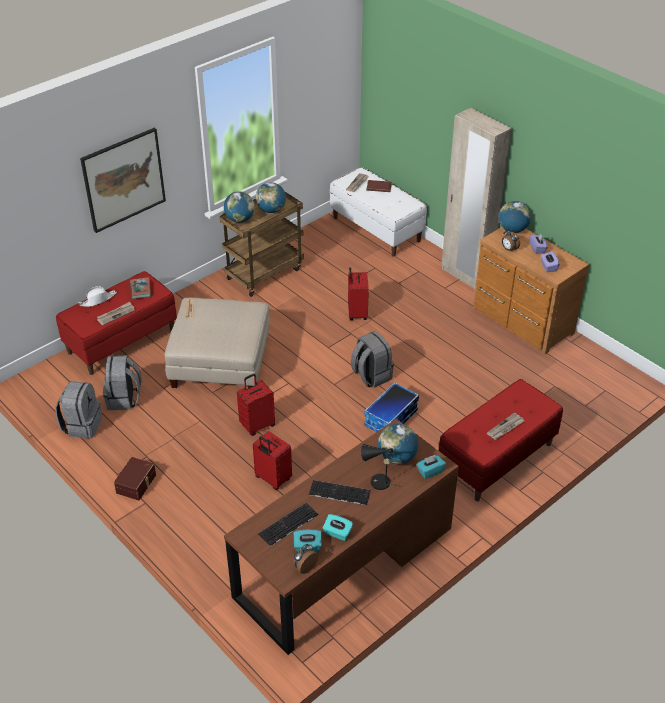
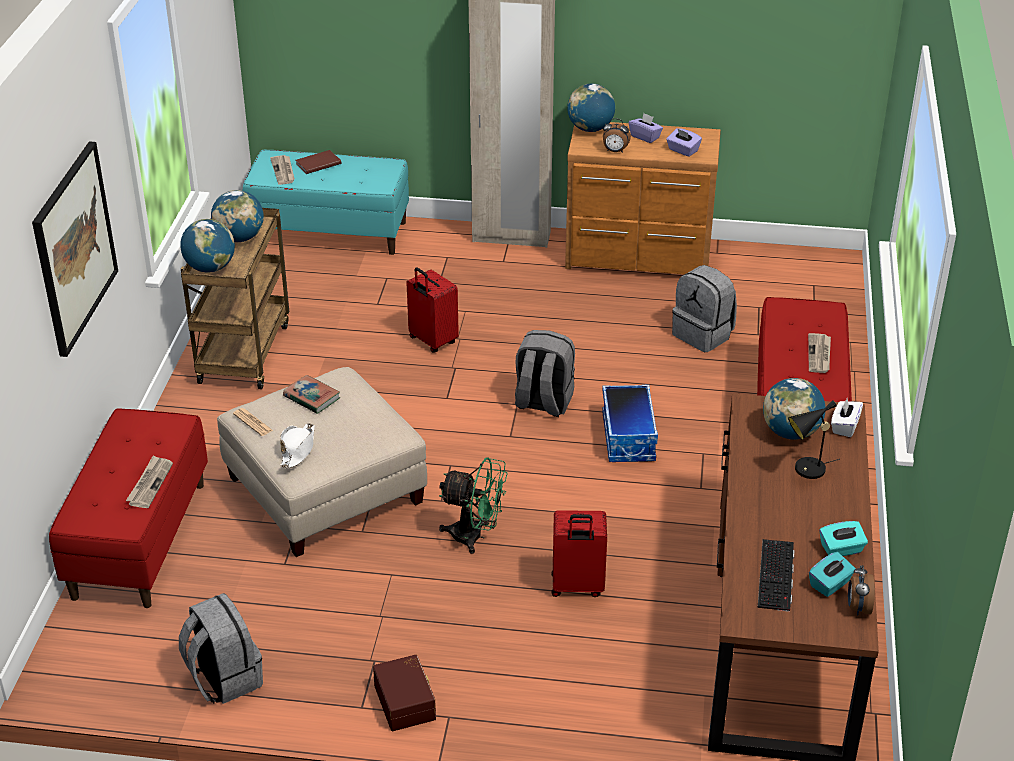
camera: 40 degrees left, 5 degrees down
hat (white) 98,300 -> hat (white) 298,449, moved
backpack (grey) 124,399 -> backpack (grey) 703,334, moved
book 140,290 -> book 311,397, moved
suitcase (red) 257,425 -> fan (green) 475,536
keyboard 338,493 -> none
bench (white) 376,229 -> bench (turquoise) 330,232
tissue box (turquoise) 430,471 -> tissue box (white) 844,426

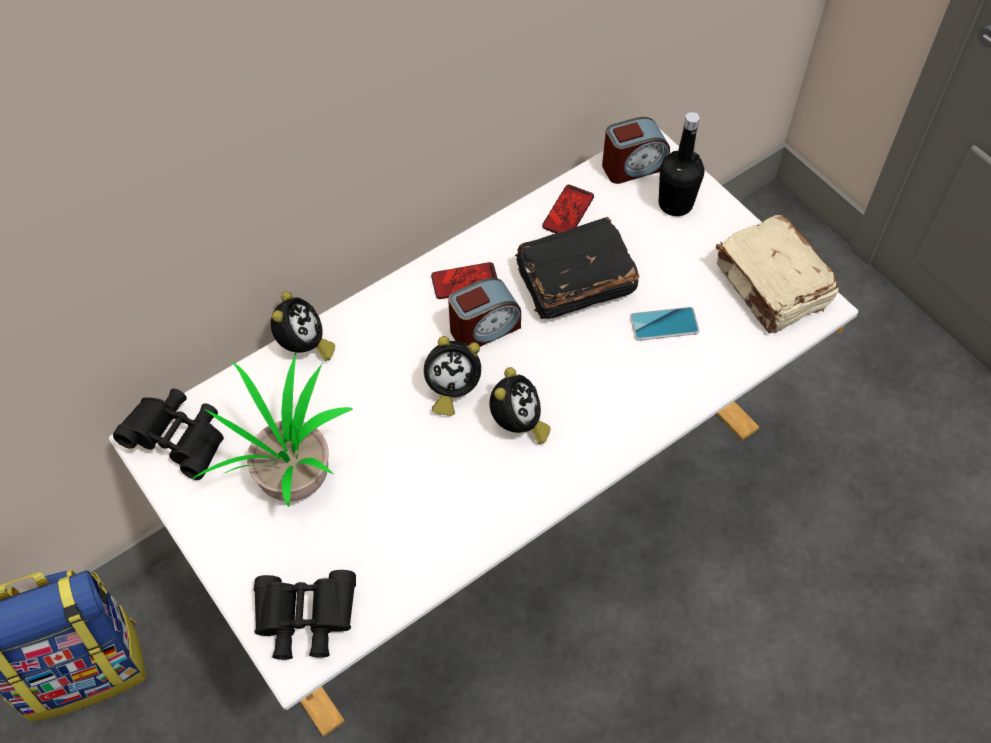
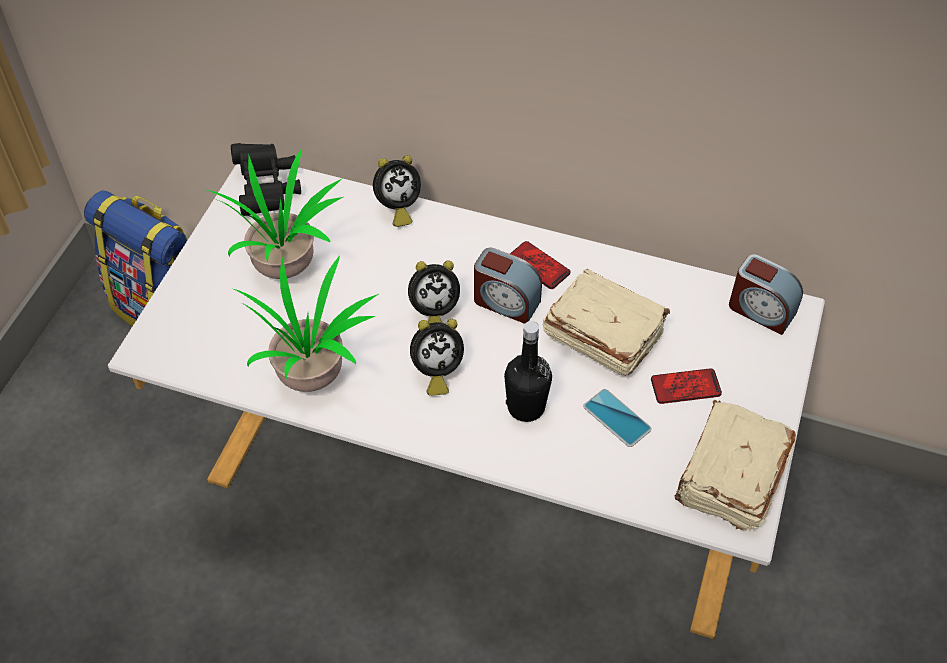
camera: 55 degrees right, 5 degrees down
binoculars (black) 305,620 -> none
alarm clock 451,389 -> alarm clock 433,313, 75 degrees counterclockwise
book (black) 573,282 -> book (beige) 602,334
phone 568,212 -> phone 685,387, moved
bottle (black) 675,204 -> bottle (black) 526,407, moved
none -> potted plant 312,372

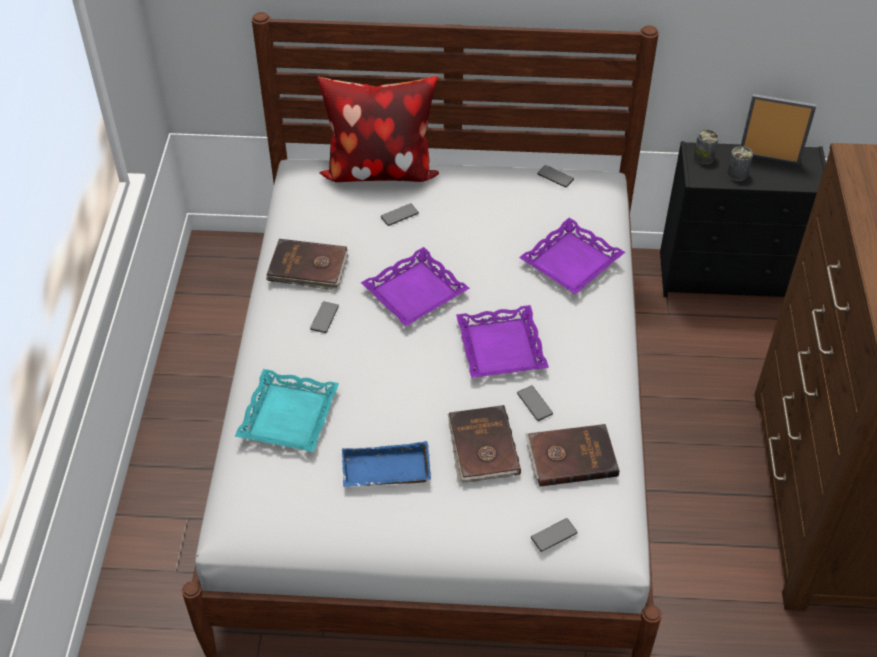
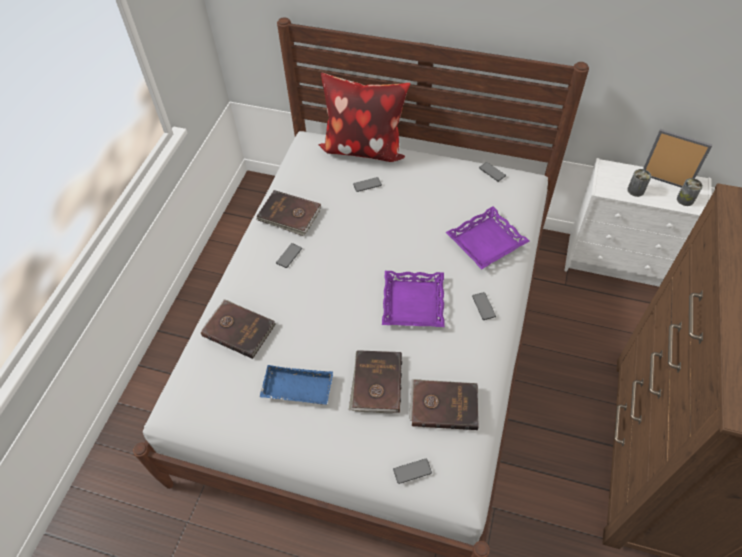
camera: 15 degrees right, 5 degrees up
tray (turquoise) 288,416 -> book (brown) 239,329
tray (purple) 414,292 -> none
phone 534,403 -> phone 483,306, moved
dresser (black) 729,276 -> dresser (white) 618,263
can 703,157 -> can 685,199, moved

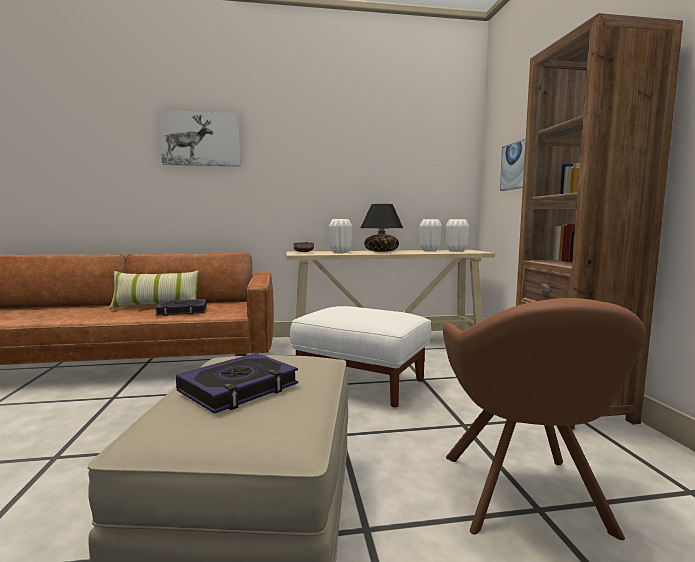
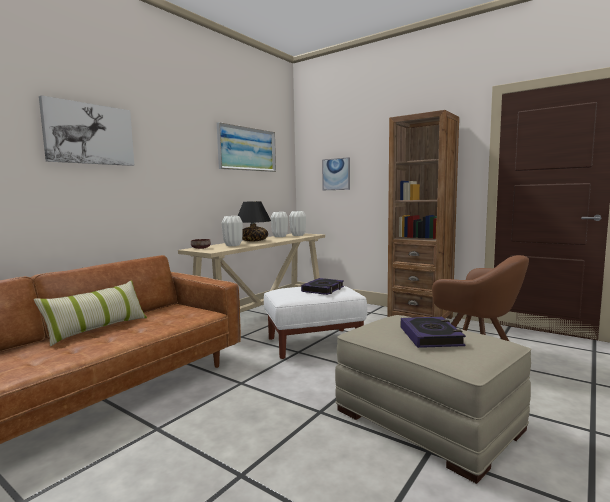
camera: 45 degrees left, 0 degrees up
book 182,311 -> book 323,289, moved
none -> picture 247,149

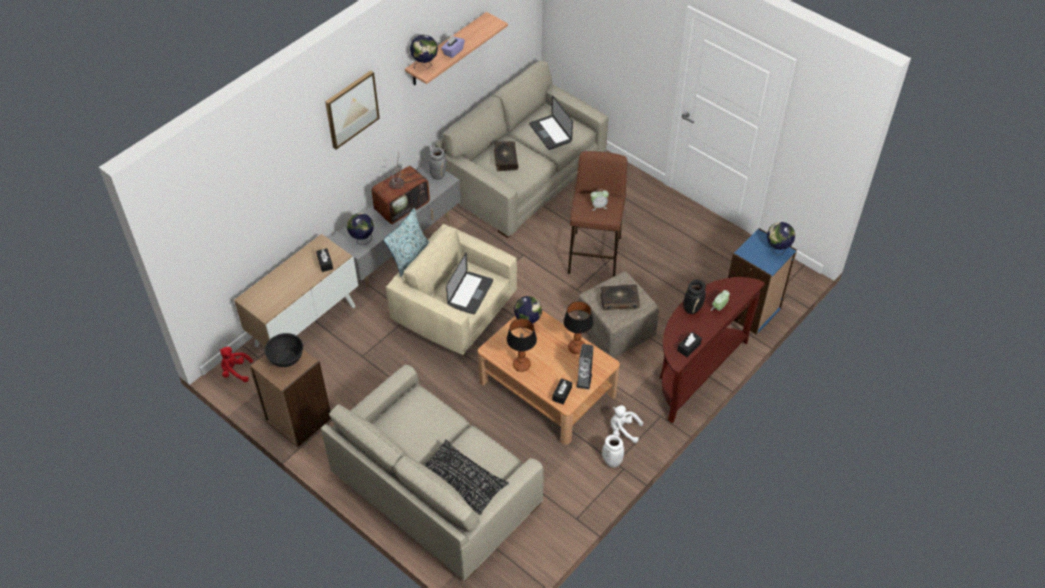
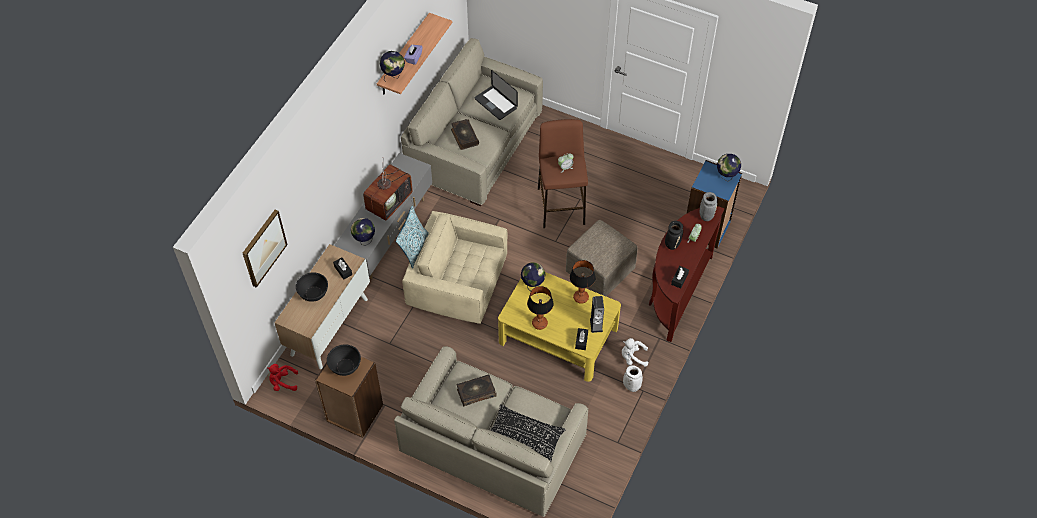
camera: 15 degrees left, 5 degrees up
picture 351,109 -> picture 263,247, moved
vase (grey) 438,175 -> vase (grey) 705,216, moved
laptop 470,293 -> none
coffee table (brown) 547,388 -> coffee table (yellow) 558,335
book 619,300 -> book 476,392, moved
none -> bowl (black) 313,293

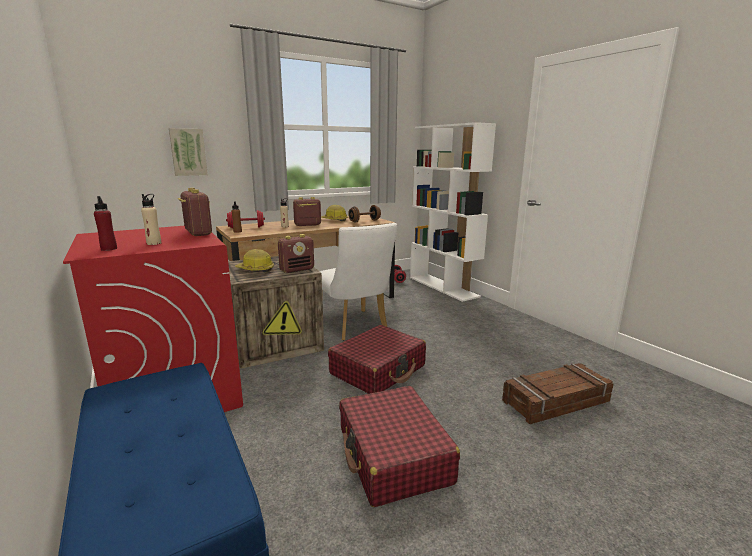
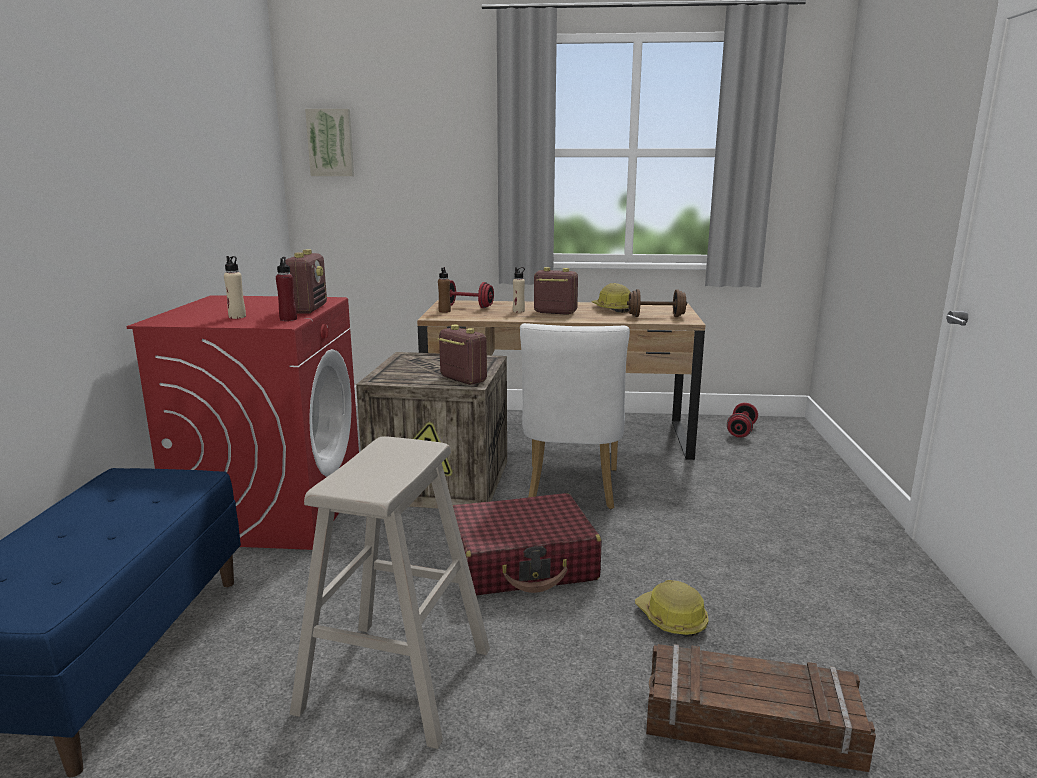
camera: 35 degrees right, 0 degrees up
bottle (red) 109,249 -> bottle (red) 288,319, moved
picture 188,152 -> picture 331,143, moved
hard hat 255,269 -> hard hat 671,619, moved
radio 297,269 -> radio 462,379, 135 degrees counterclockwise
suitcase (red) 393,456 -> stool (beige) 396,680
bookcase (white) 443,287 -> none

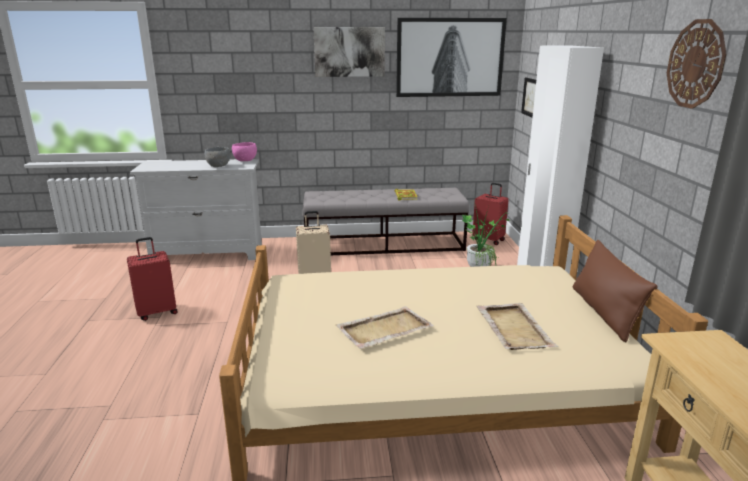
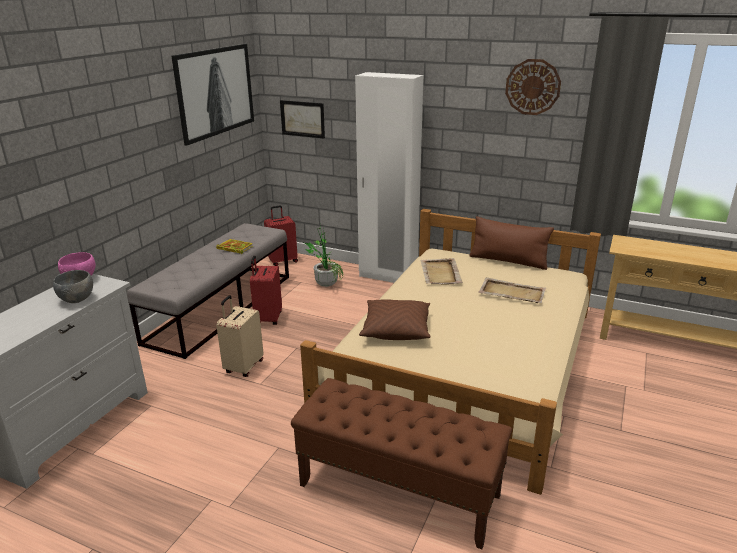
camera: 60 degrees left, 5 degrees up
suitcase (red) 157,312 -> suitcase (red) 267,318, moved
picture 349,52 -> none
tray (beige) 383,330 -> tray (beige) 440,273, moved
none -> bench (brown) 399,490
none -> pillow (brown) 396,329

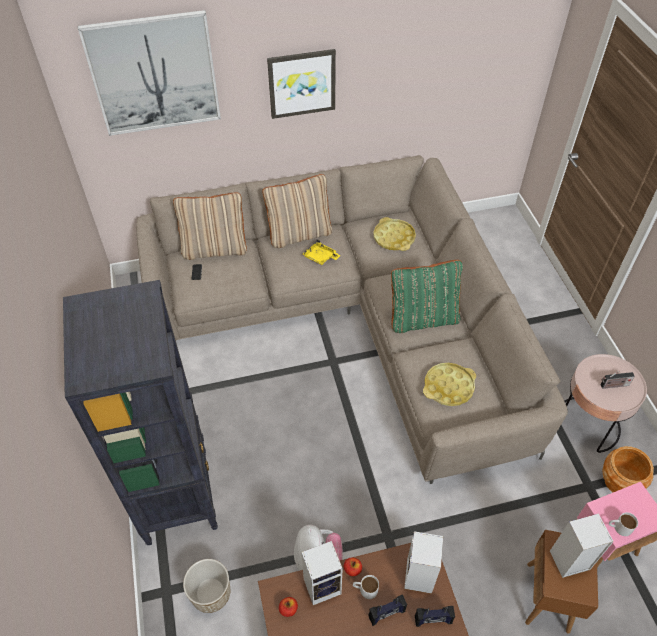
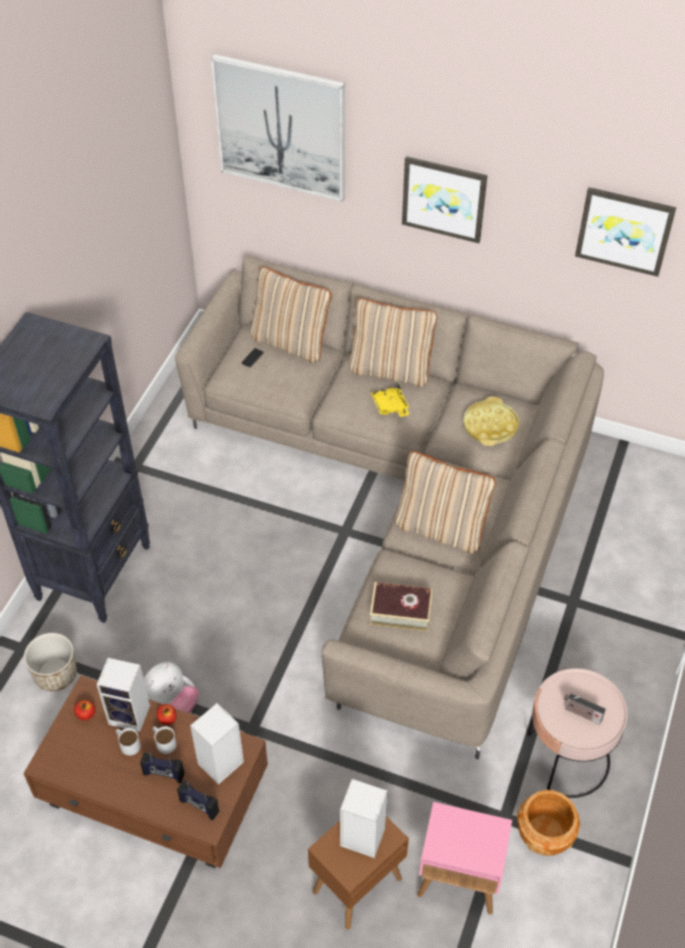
camera: 35 degrees right, 0 degrees up
pillow (green) 423,318 -> pillow (beige) 441,528
tray (yellow) 448,387 -> book 400,611
mug (white) 619,527 -> mug (white) 127,743, moved
none -> picture 624,230

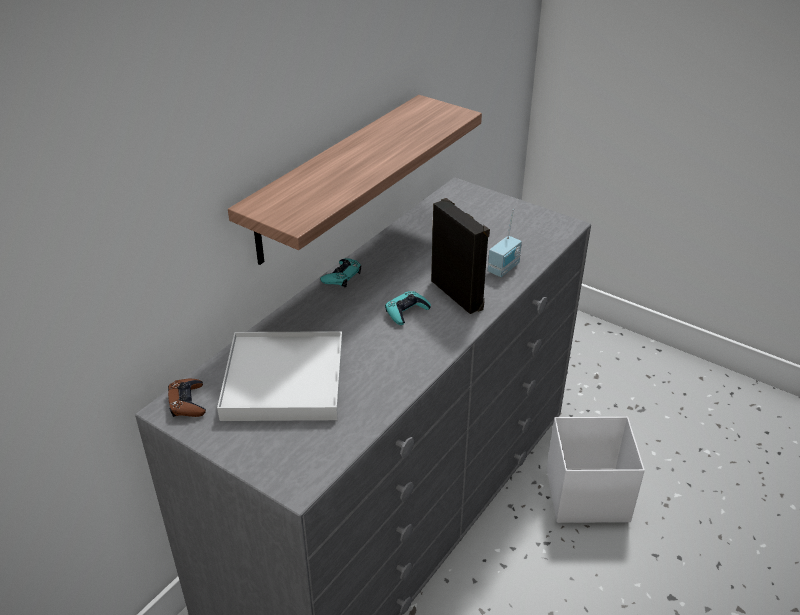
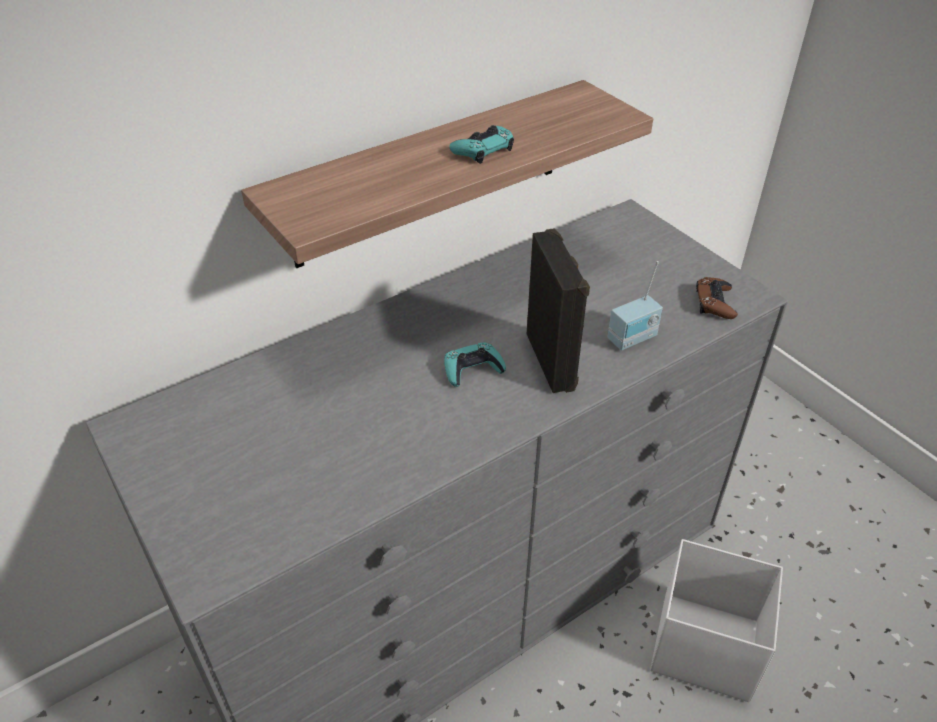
camera: 20 degrees right, 5 degrees up
game controller (brown) 187,402 -> game controller (brown) 714,303, moved
tray (white) 284,380 -> none
game controller (turquoise) 342,276 -> game controller (turquoise) 483,150, moved

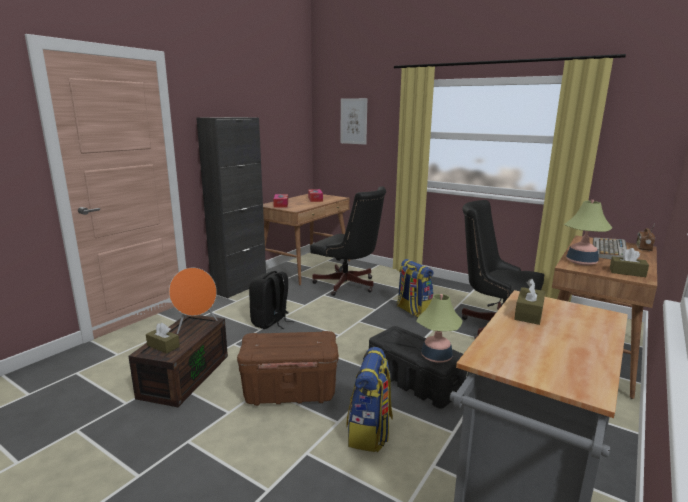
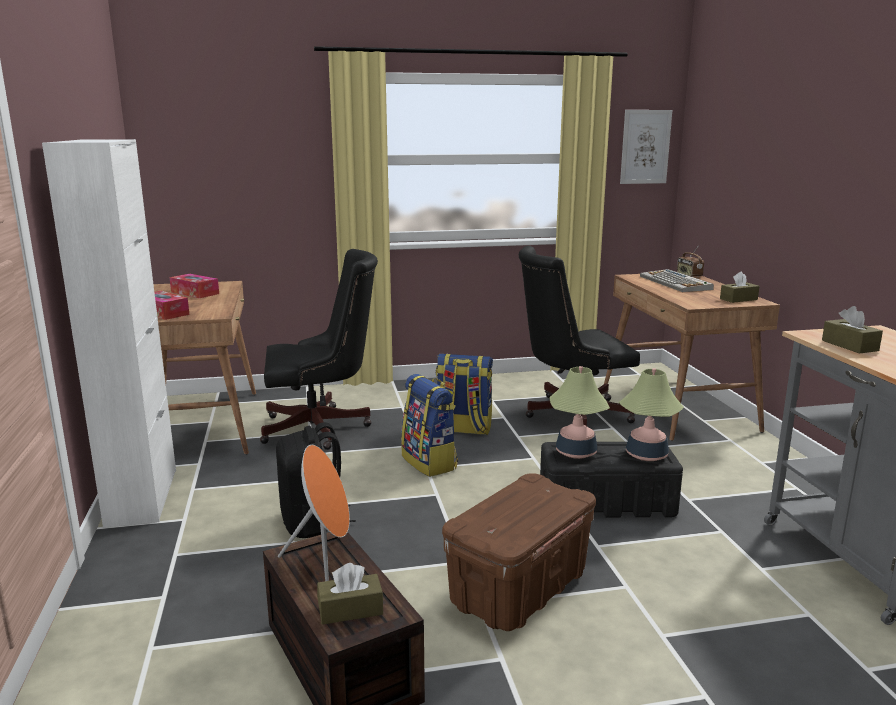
camera: 45 degrees left, 0 degrees up
cabinet (black) 239,287 -> cabinet (white) 142,497
picture 353,121 -> picture 645,147, moved
backpack 370,432 -> backpack 430,462, moved
table lamp 581,262 -> table lamp 575,452, moved

